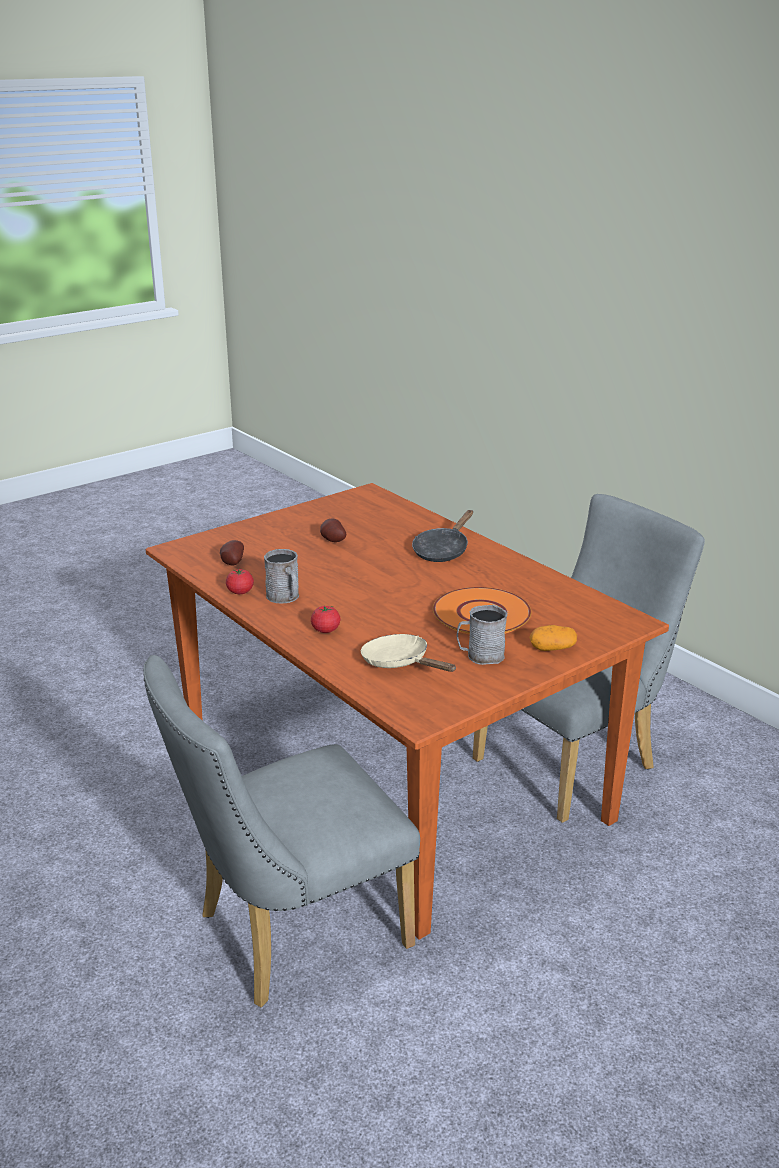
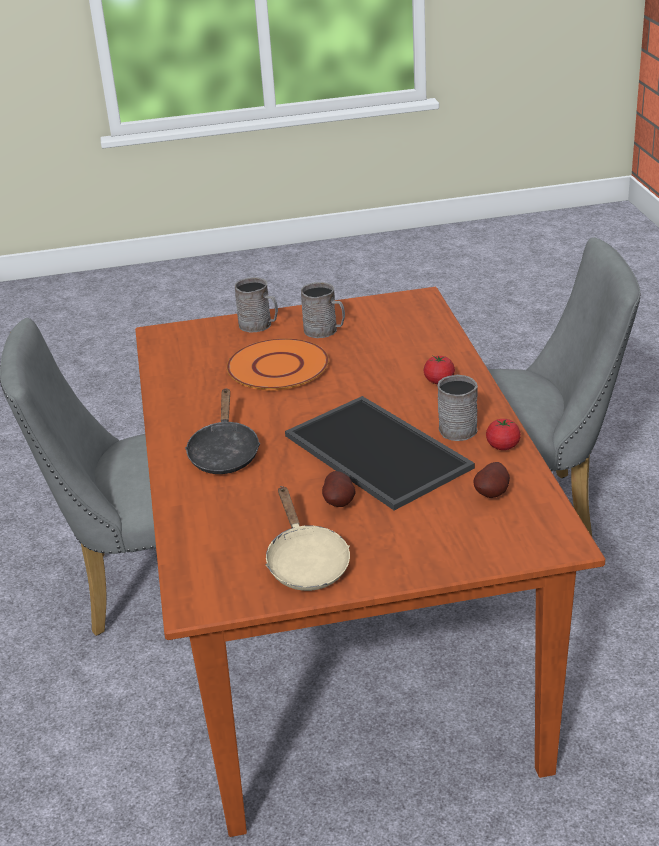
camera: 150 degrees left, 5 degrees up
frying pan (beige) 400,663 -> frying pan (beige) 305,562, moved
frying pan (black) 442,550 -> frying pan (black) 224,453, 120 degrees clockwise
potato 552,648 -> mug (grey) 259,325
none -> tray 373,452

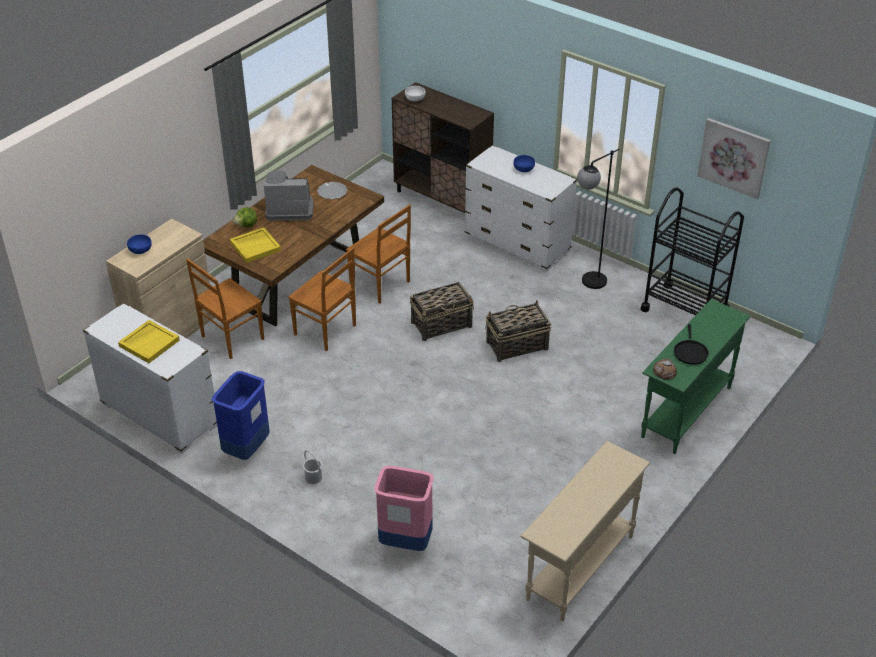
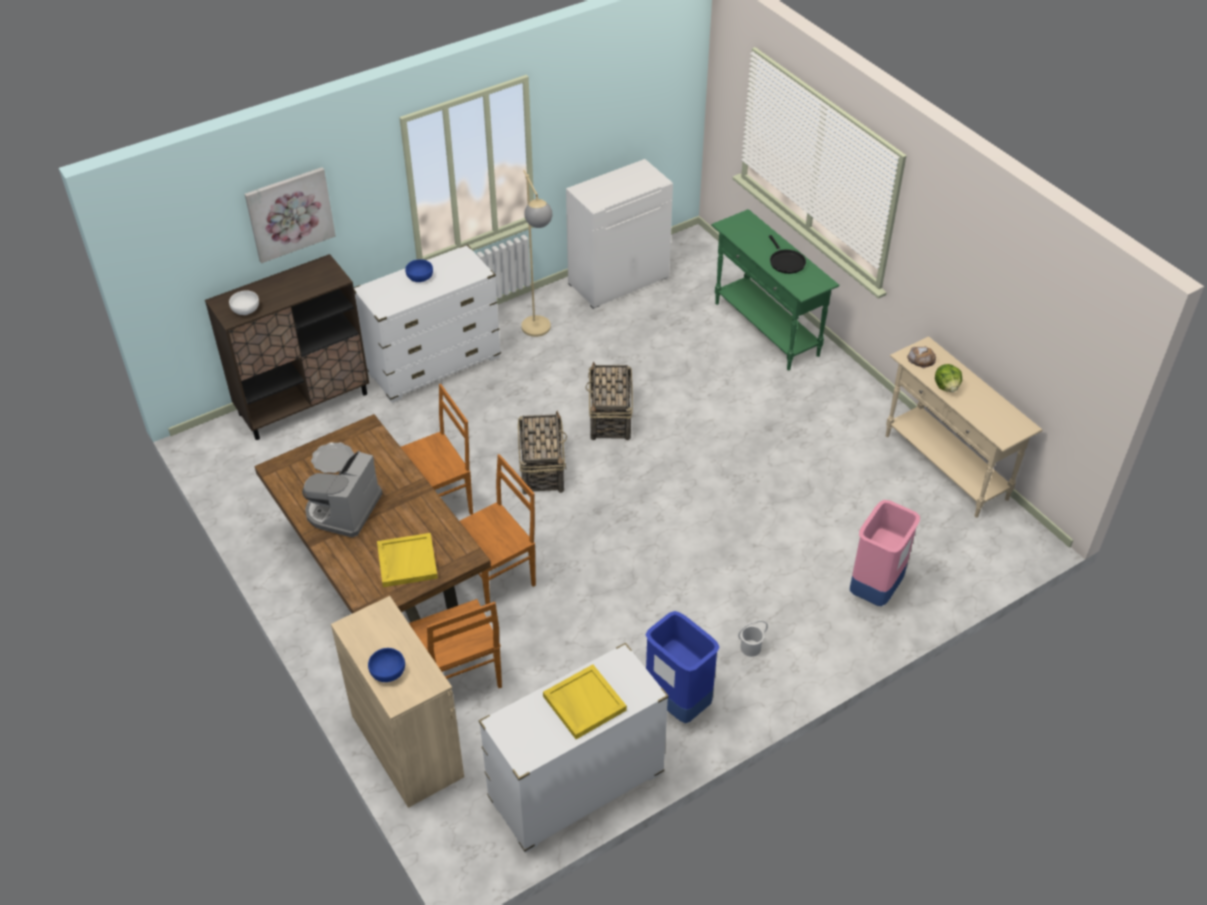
camera: 70 degrees left, 5 degrees up
lettuce 246,225 -> lettuce 947,387, moved
floor lamp (black) 587,284 -> floor lamp (beige) 539,333
cart (black) 684,310 -> cabinet (white) 618,280
bread 665,371 -> bread 921,359, moved
frying pan (black) 690,352 -> frying pan (black) 786,262, 45 degrees clockwise
picture 734,157 -> picture 290,213, moved

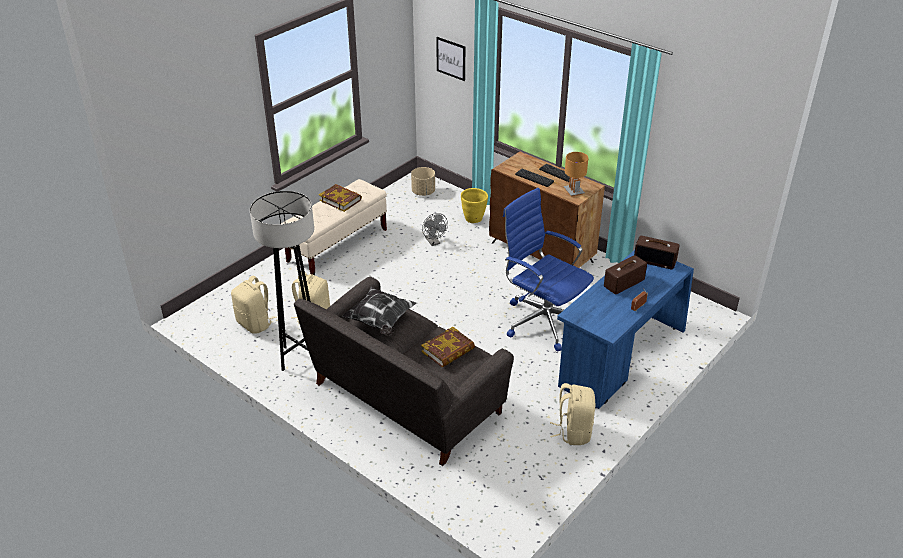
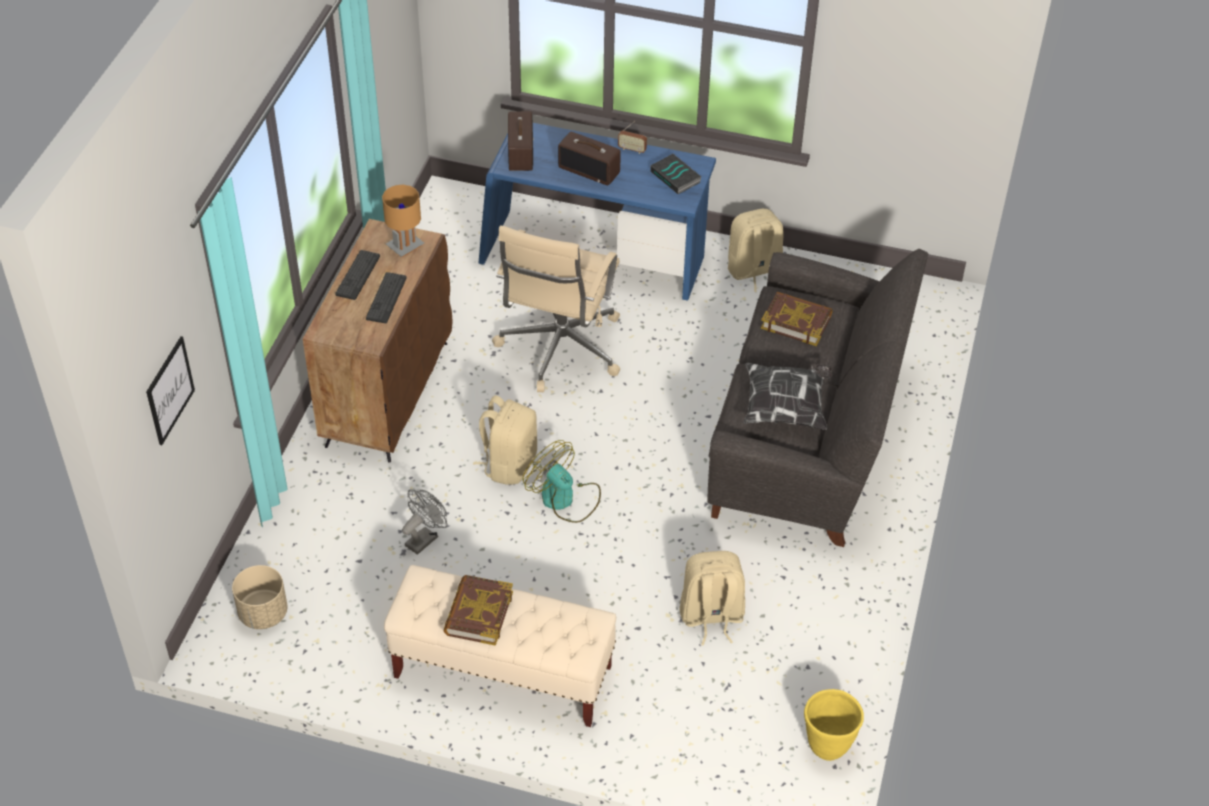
camera: 115 degrees left, 10 degrees up
backpack (beige) 255,323 -> backpack (beige) 509,464, moved
floor lamp (grey) 300,357 -> none
planter (yellow) 474,219 -> planter (yellow) 827,746, moved
office chair (blue) 543,320 -> office chair (beige) 559,349
none -> fan 564,499
none -> book 676,177

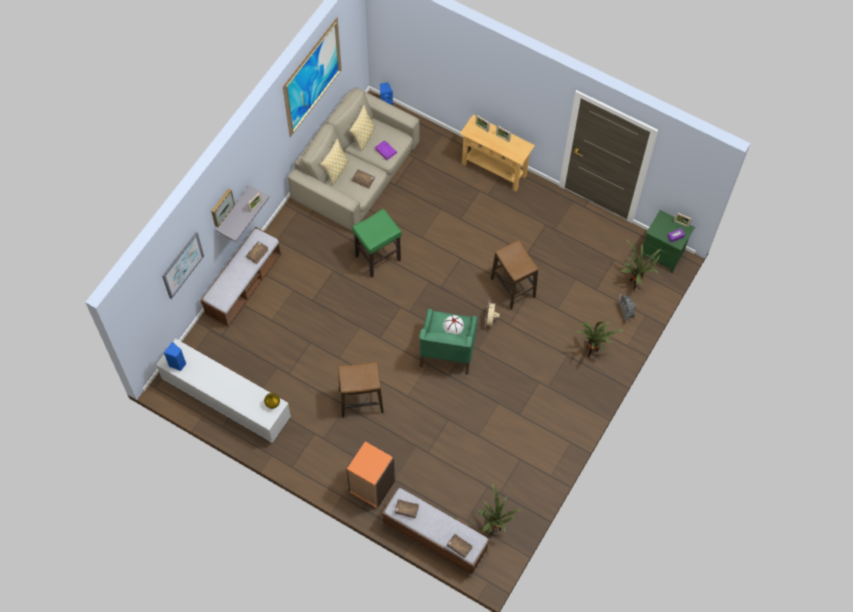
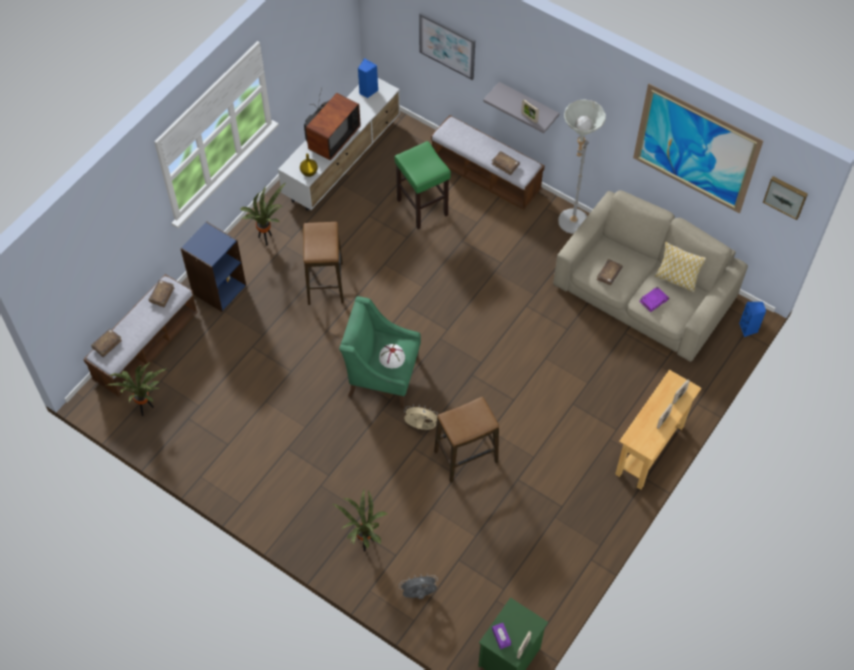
camera: 95 degrees right, 5 degrees down
picture 221,207 -> picture 786,196, moved
pillow 336,171 -> none
bookcase (orange) 371,487 -> bookcase (blue) 218,289
stool (green) 378,258 -> stool (green) 423,208, moved
potted plant 634,283 -> potted plant 266,239, moved
none -> television 330,138
none -> floor lamp (grey) 569,226

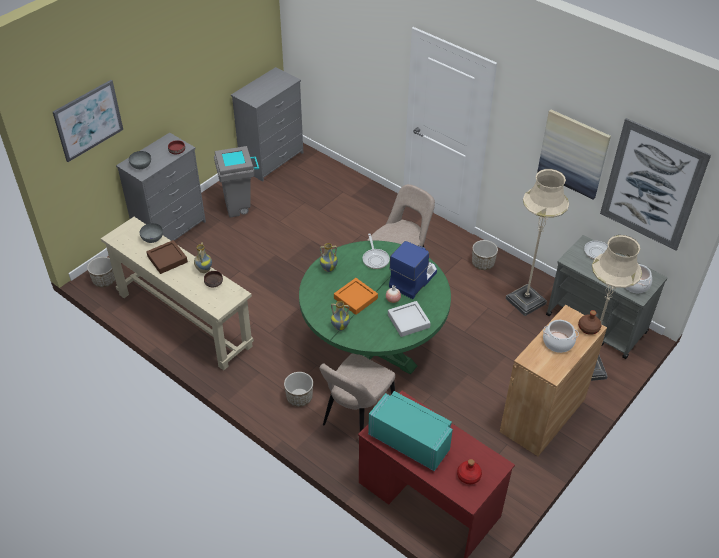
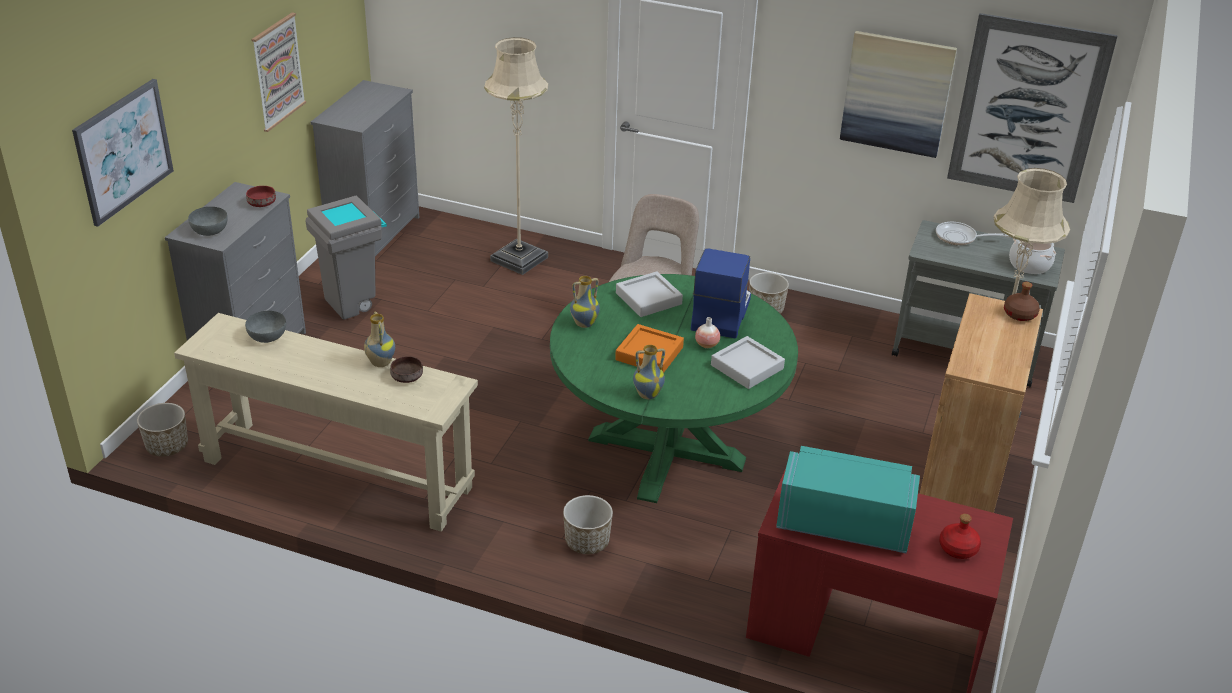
camera: 20 degrees left, 10 degrees down
tray (brown) 167,259 -> none
chair (beige) 356,417 -> none
frying pan 375,259 -> tray (grey) 648,299
floor lamp (beige) 525,301 -> floor lamp (beige) 519,259, moved
cooking pot 557,342 -> none
none -> picture 278,71

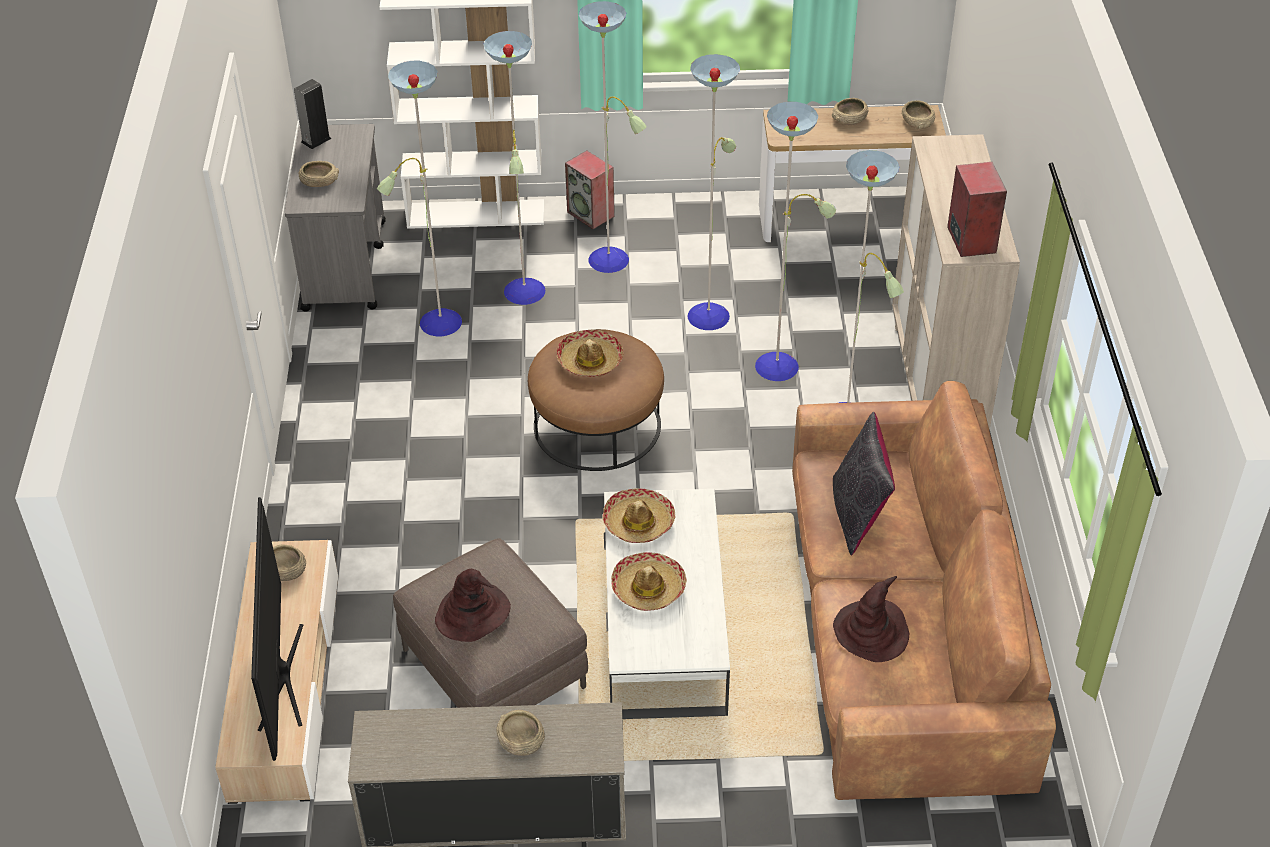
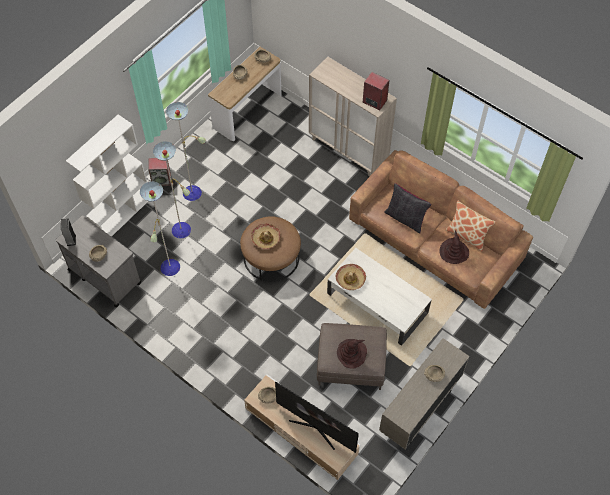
camera: 50 degrees left, 15 degrees up
hat 648,588 -> none
floor lamp 779,365 -> none
none -> pillow 467,235

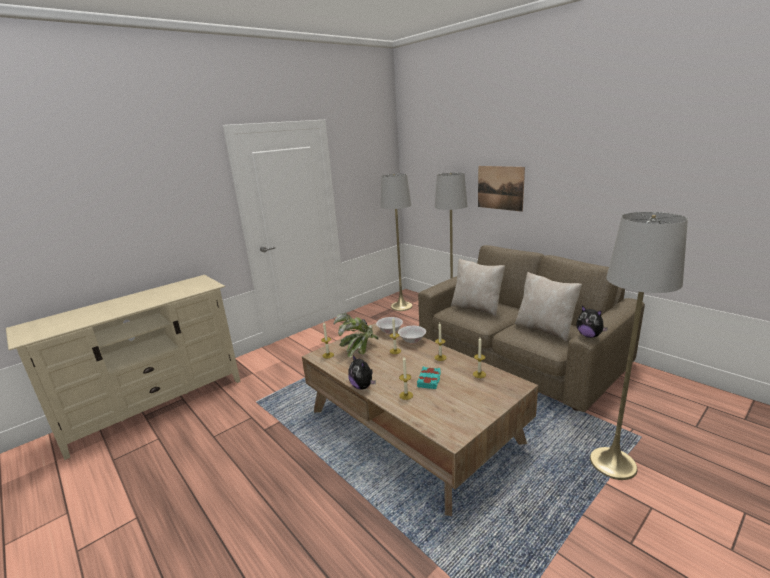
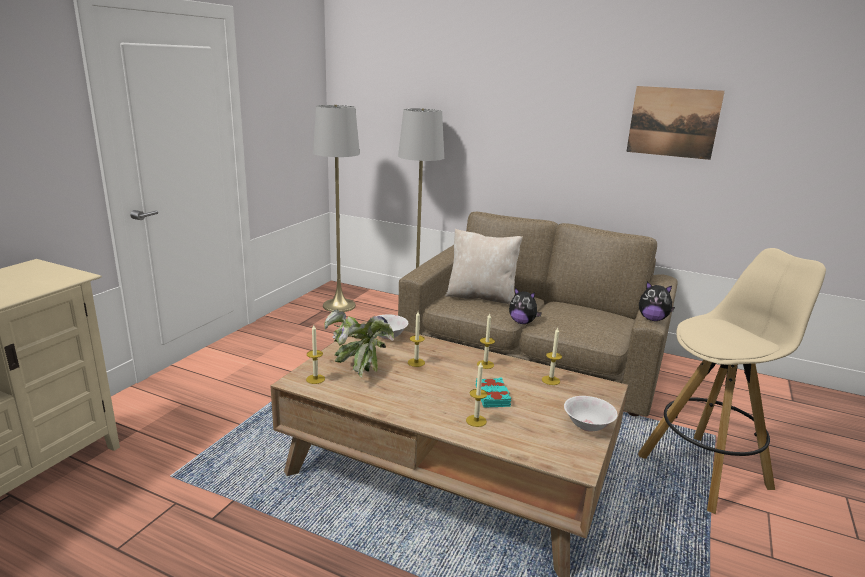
camera: 25 degrees left, 0 degrees up
plush toy 362,386 -> plush toy 522,322, moved
bowl (white) 412,340 -> bowl (white) 587,425, moved
picture 500,188 -> picture 673,122, moved
pillow (beige) 544,329 -> none
floor lamp (grey) 613,463 -> stool (beige) 705,471

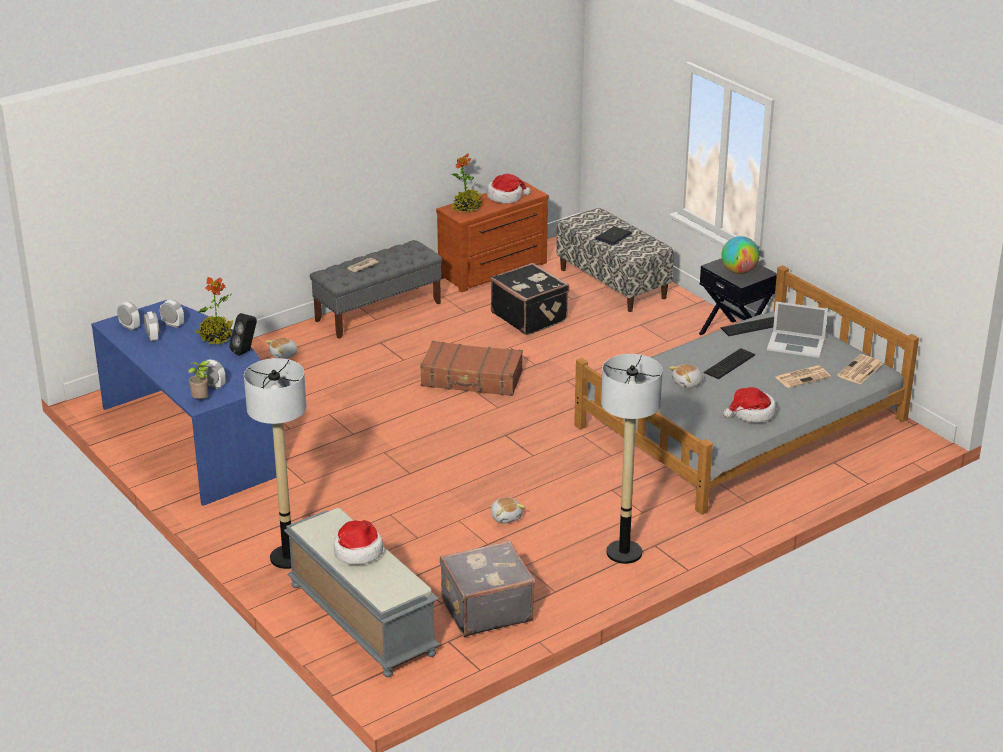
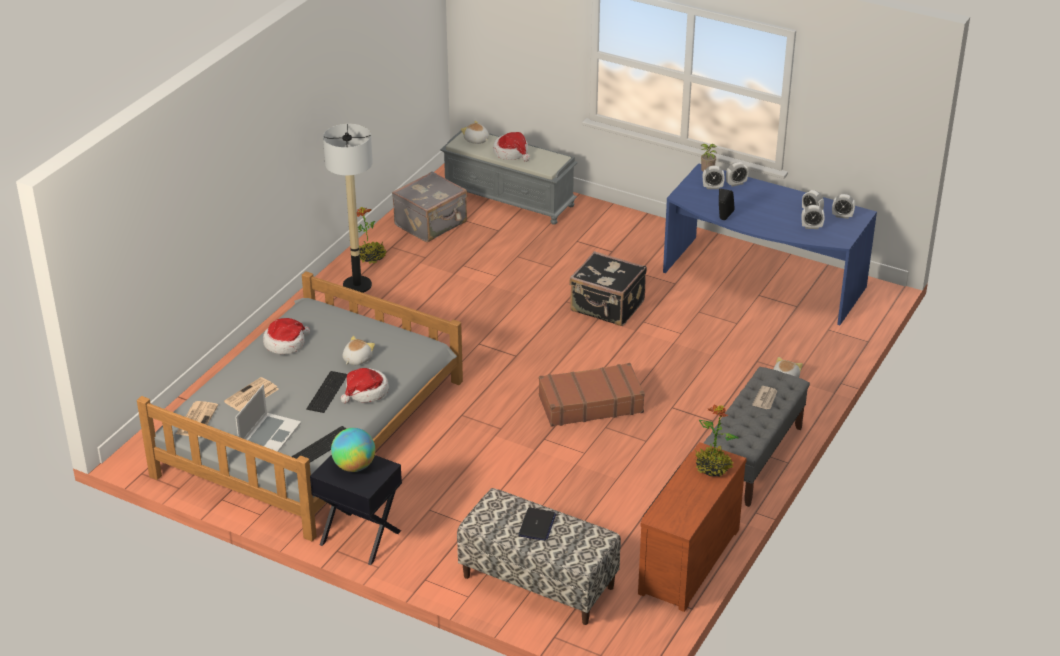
camera: 155 degrees right, 5 degrees up
potted plant 216,338 -> potted plant 371,257, moved
floor lamp 288,557 -> none
hat 506,197 -> hat 366,392, moved
suitcase (black) 530,316 -> suitcase (black) 607,307, moved
plush toy 506,517 -> plush toy 476,140, moved
laptop 796,344 -> laptop 269,434, 120 degrees clockwise
none -> alarm clock 736,183

